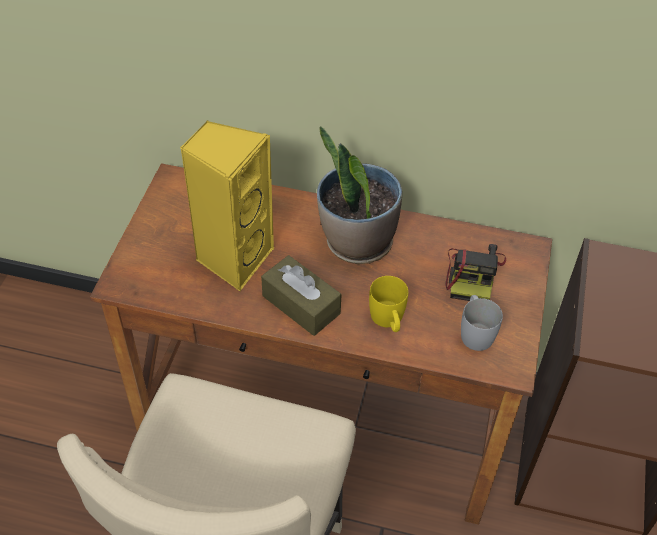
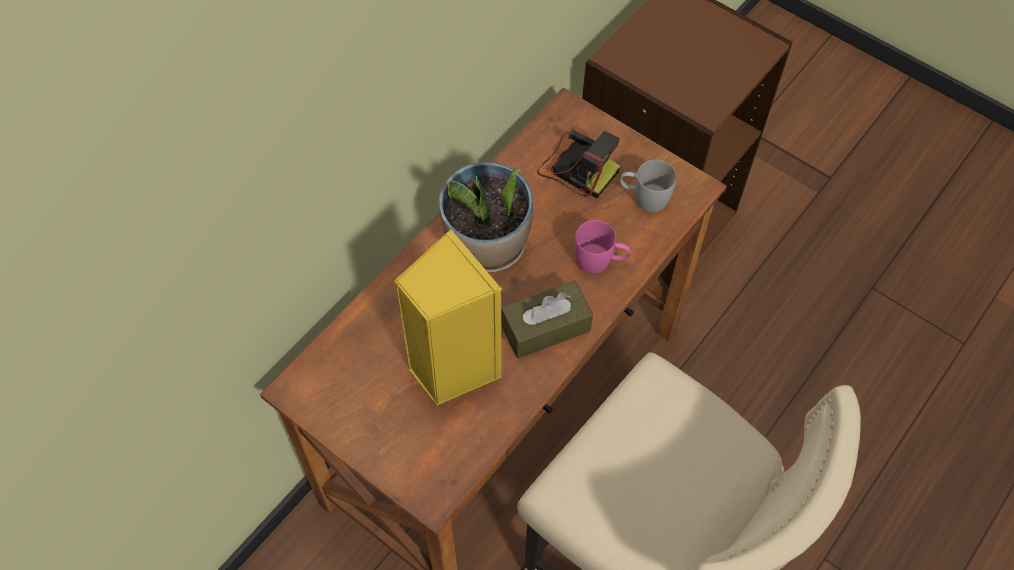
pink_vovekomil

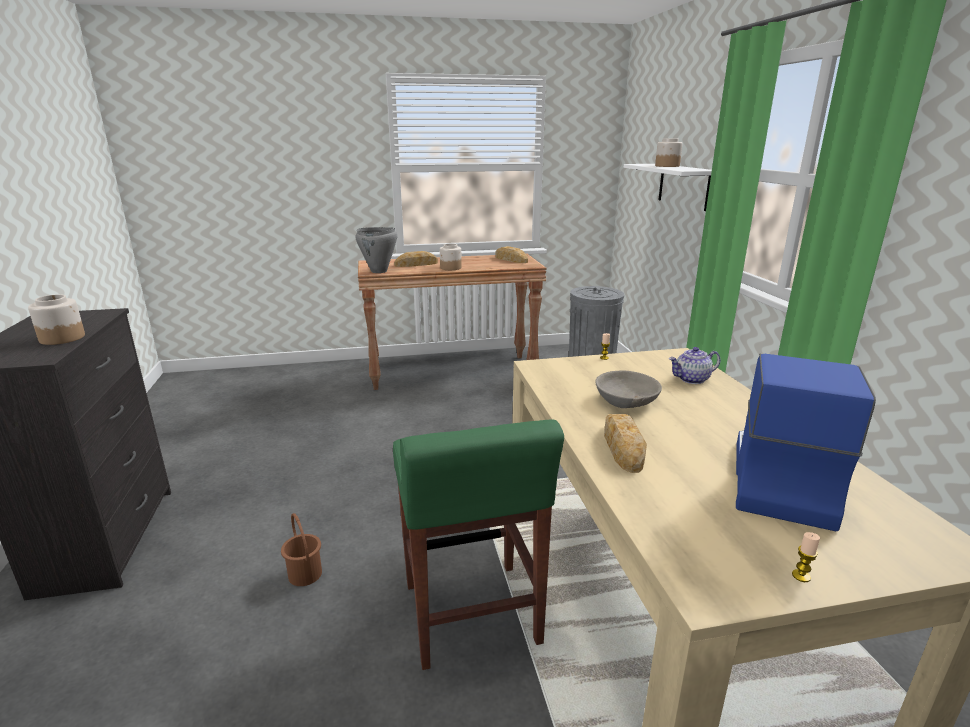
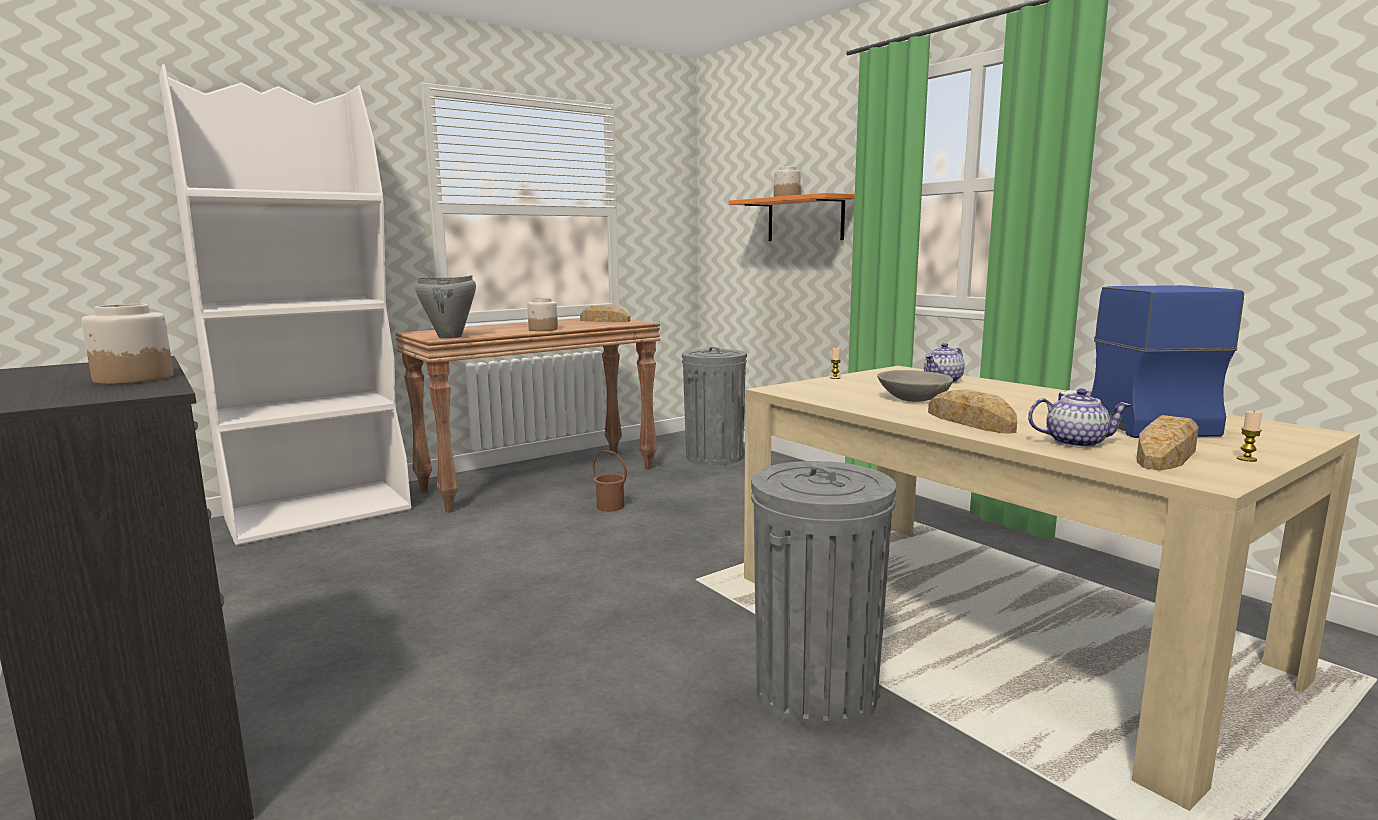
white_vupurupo
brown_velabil
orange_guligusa
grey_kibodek (no. 2 from left)
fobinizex (no. 2 from left)
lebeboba (no. 3 from left)

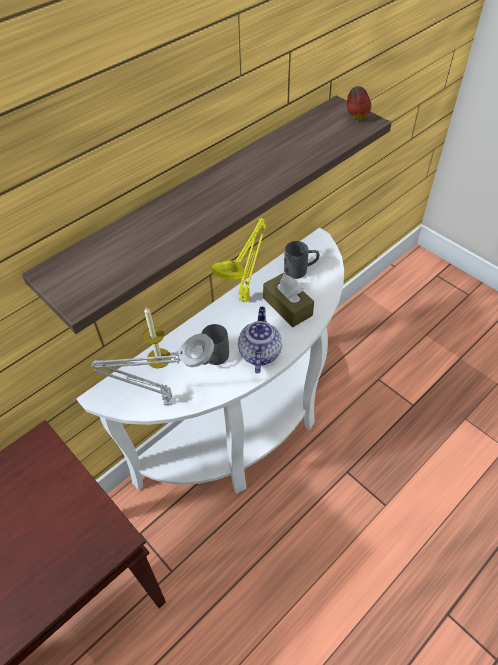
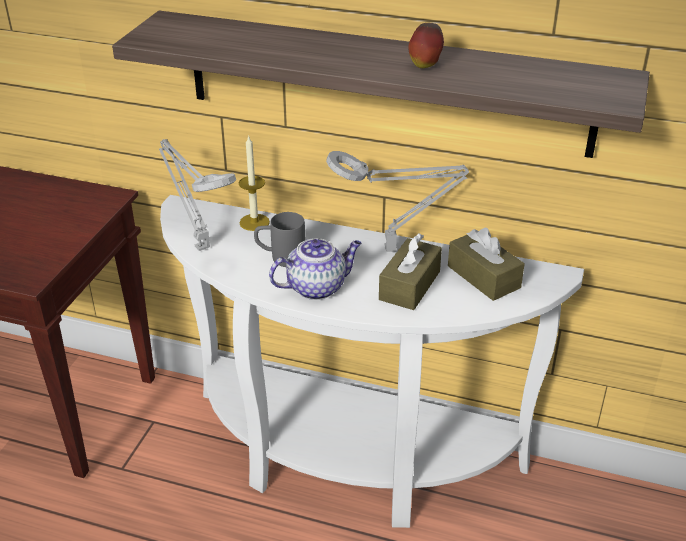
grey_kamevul (no. 2 from left)
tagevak
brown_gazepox (no. 2 from left)

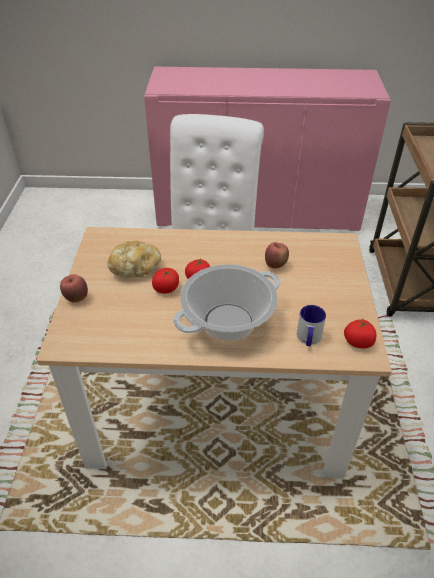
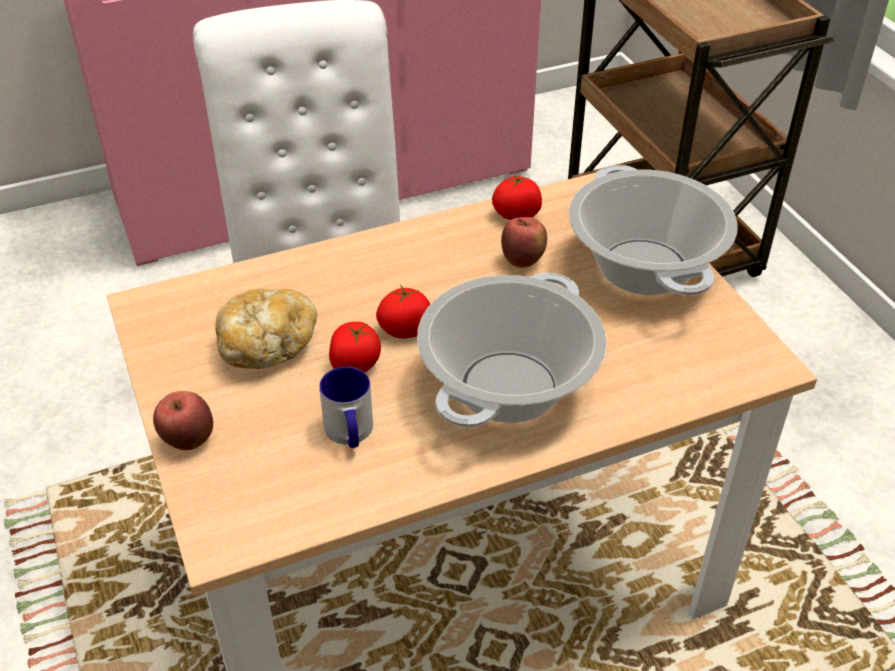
vovekomil
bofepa (no. 3 from left)
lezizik (no. 2 from left)

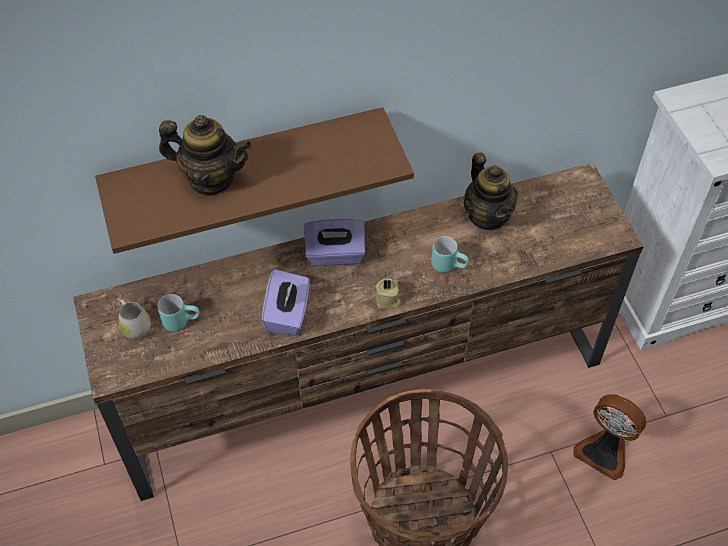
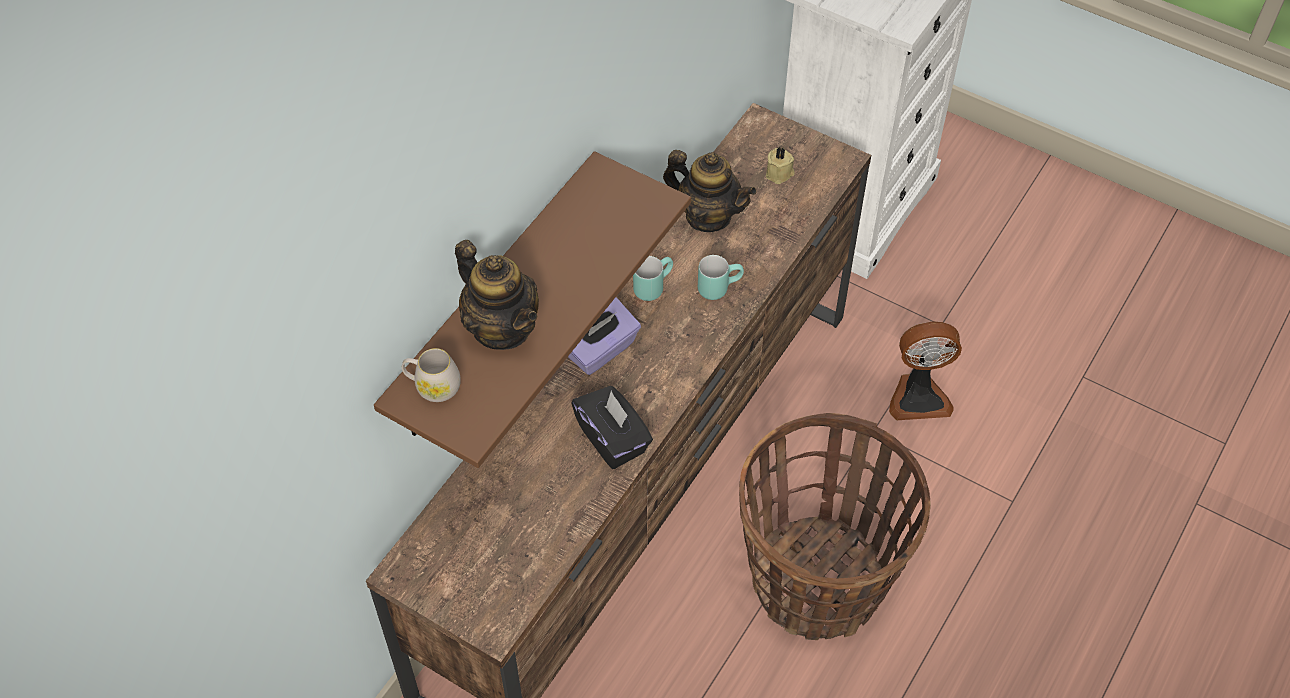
white_vovekomil
fobinizex (no. 1 from left)
black_gazepox
turquoise_vovekomil (no. 1 from left)
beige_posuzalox

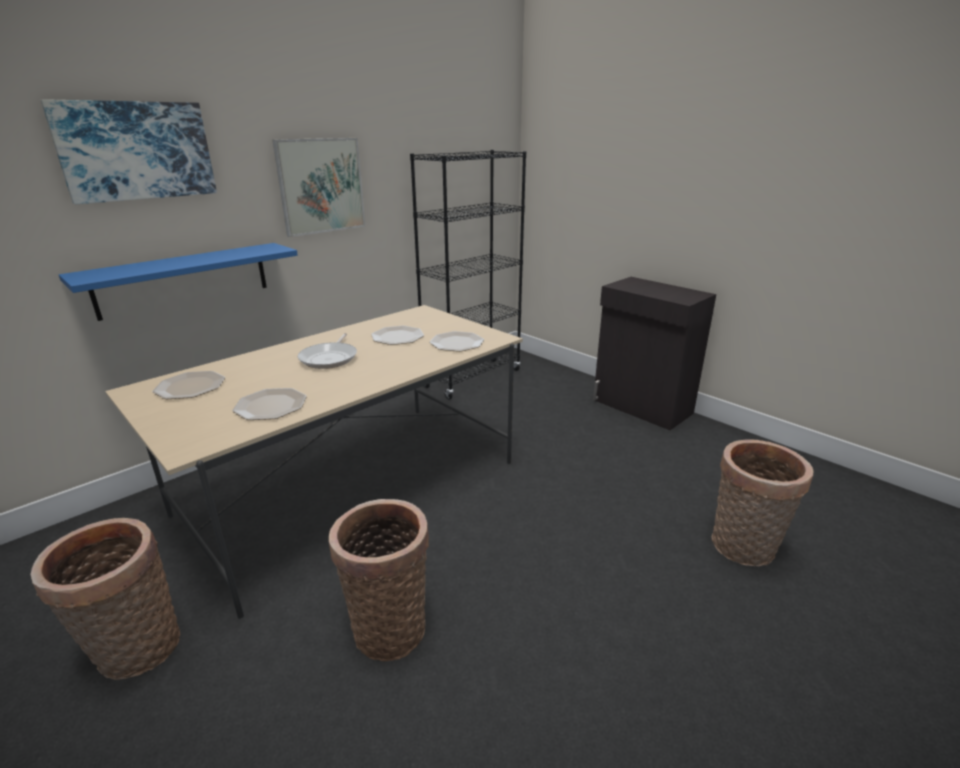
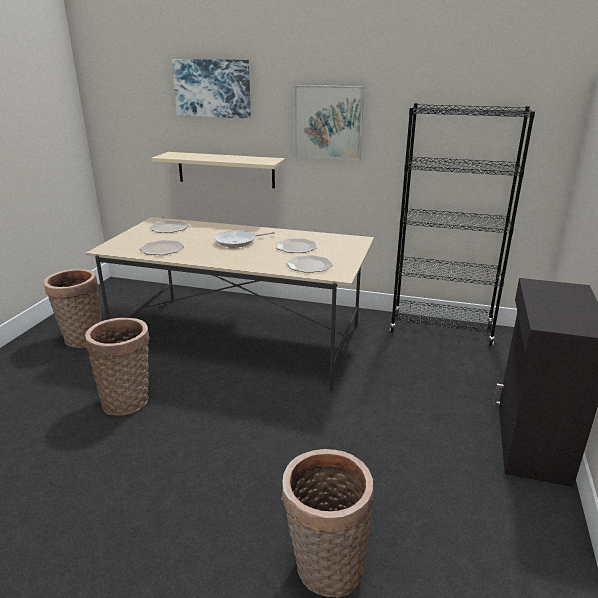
beige_guligusa

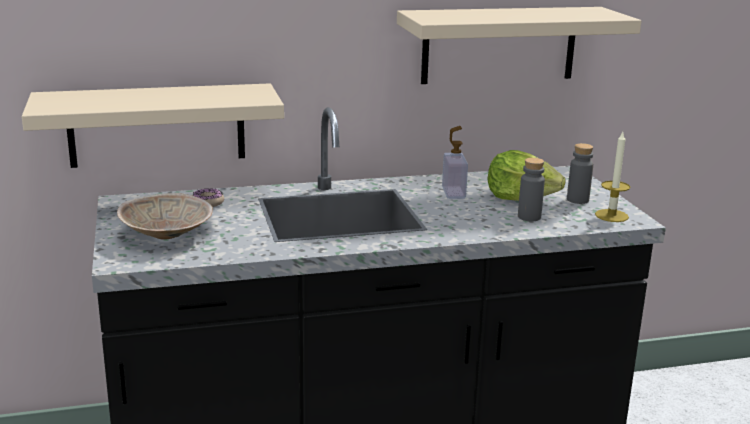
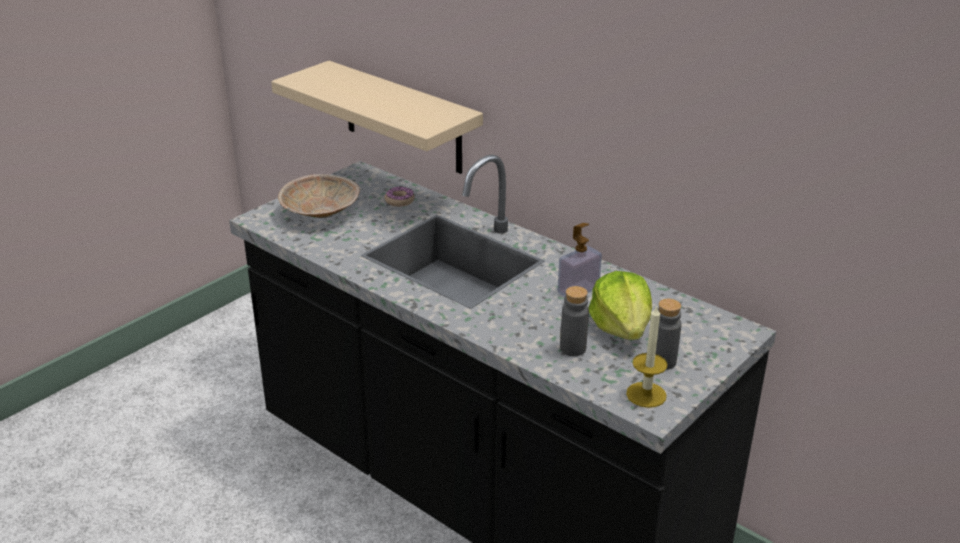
beige_guligusa (no. 2 from left in the first image)

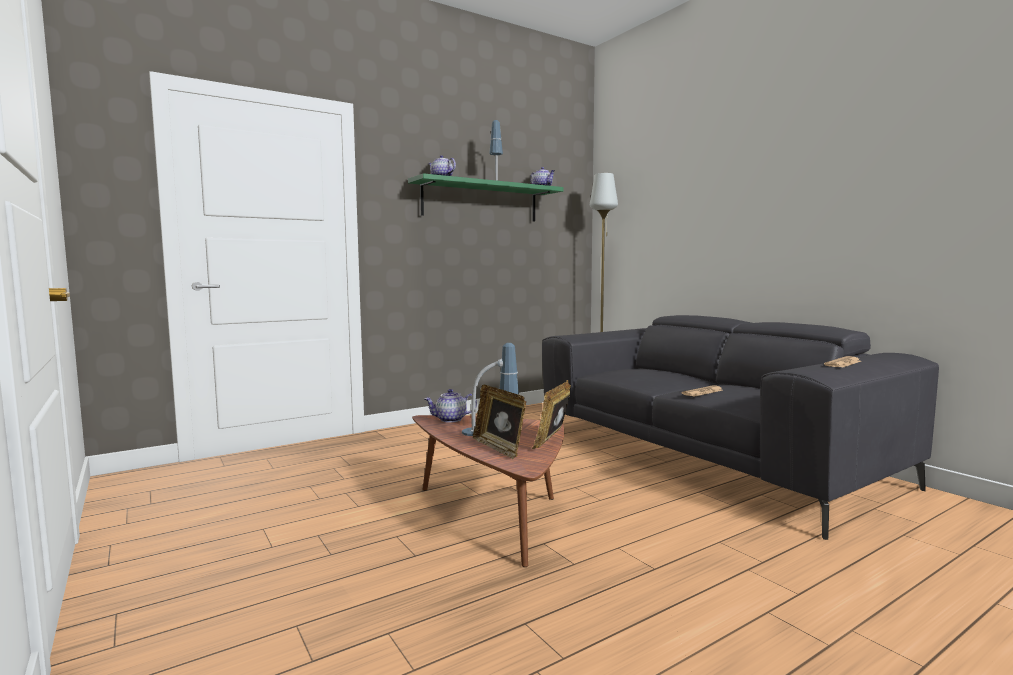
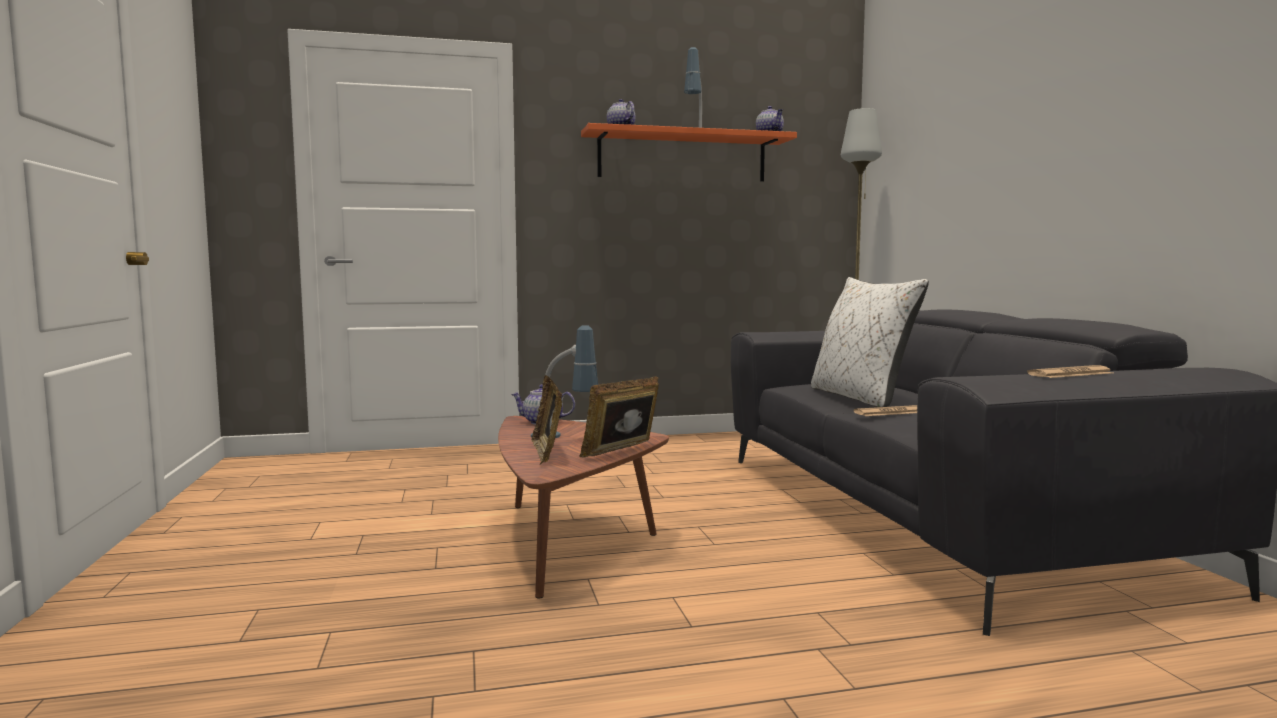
orange_guligusa
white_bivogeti

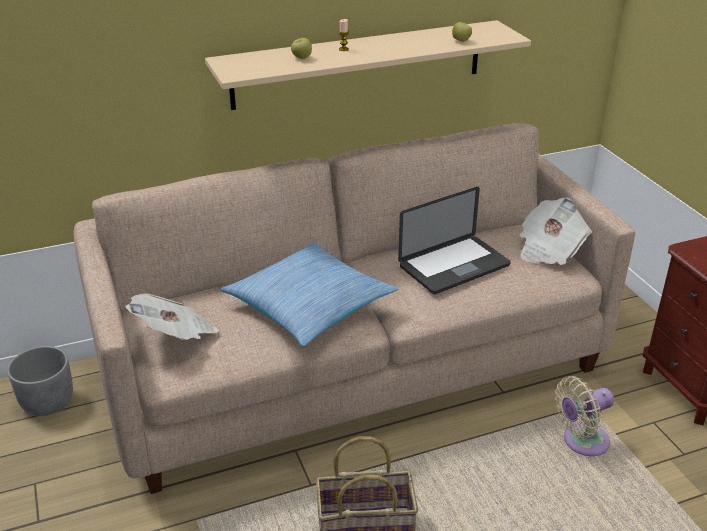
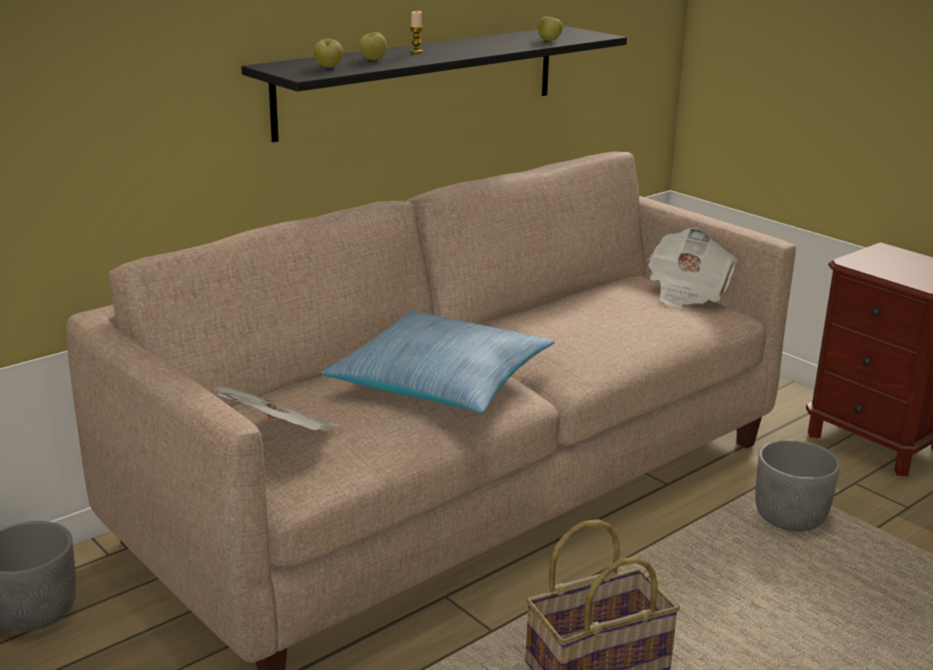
black_guligusa
tagevak (no. 1 from left)
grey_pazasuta (no. 2 from left)
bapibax

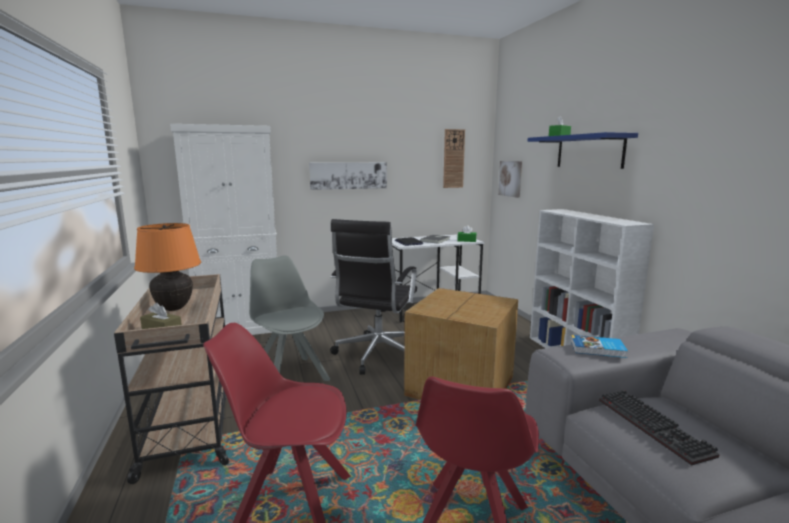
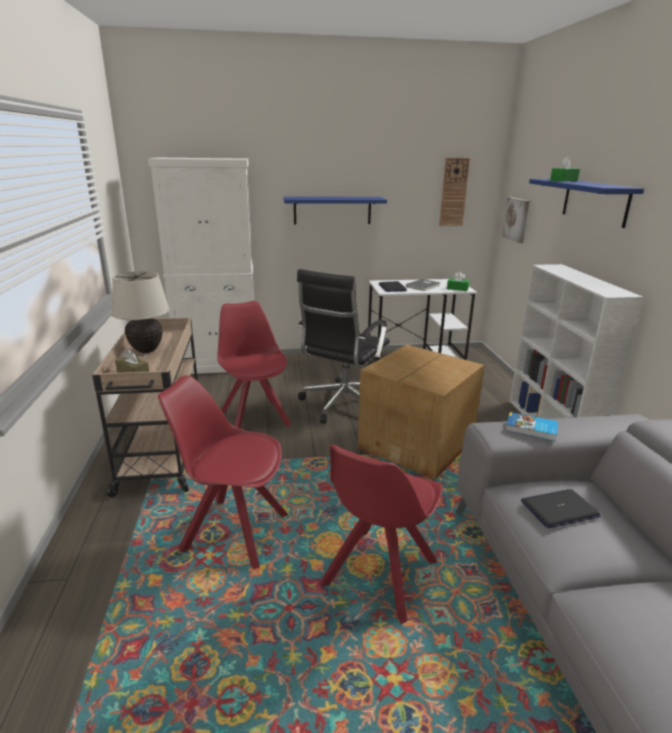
beige_kamevul
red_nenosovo (no. 2 from left)
blue_guligusa (no. 1 from left)
bapibax (no. 2 from left)

